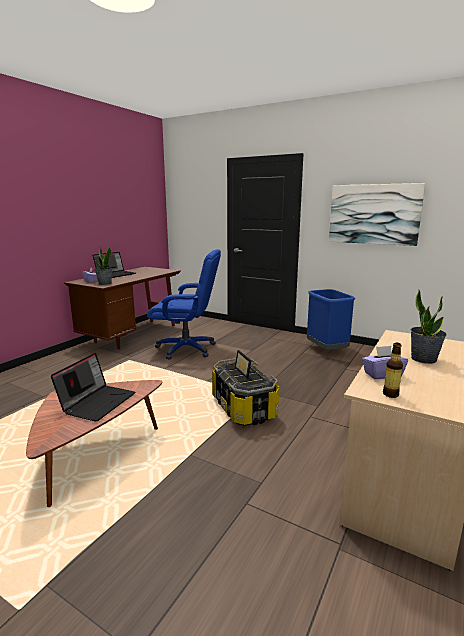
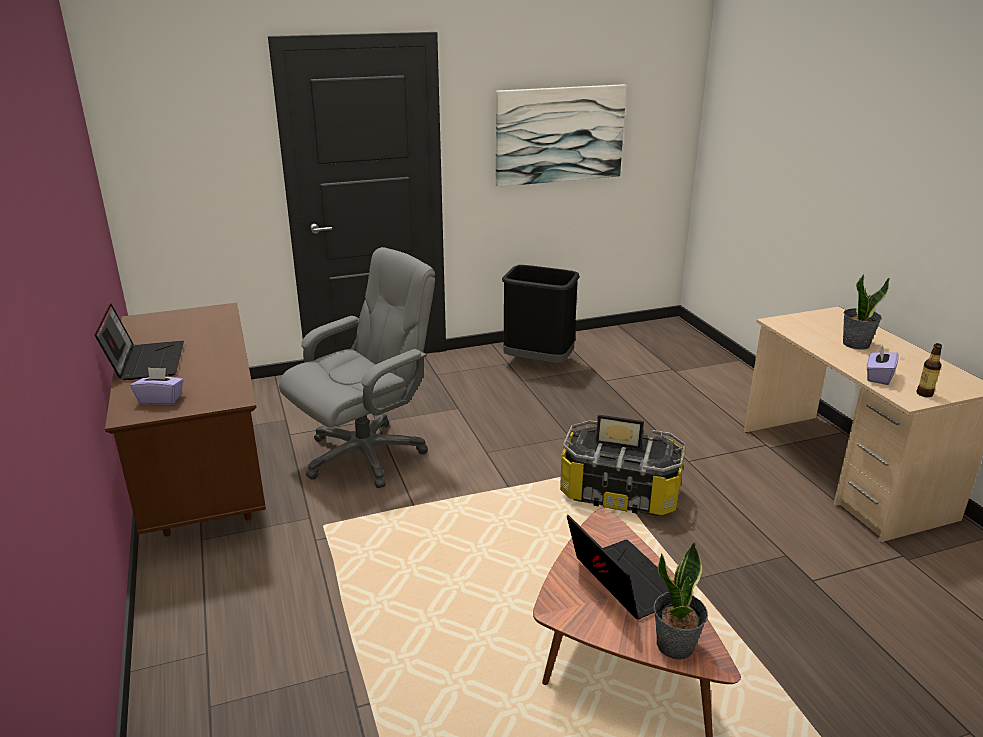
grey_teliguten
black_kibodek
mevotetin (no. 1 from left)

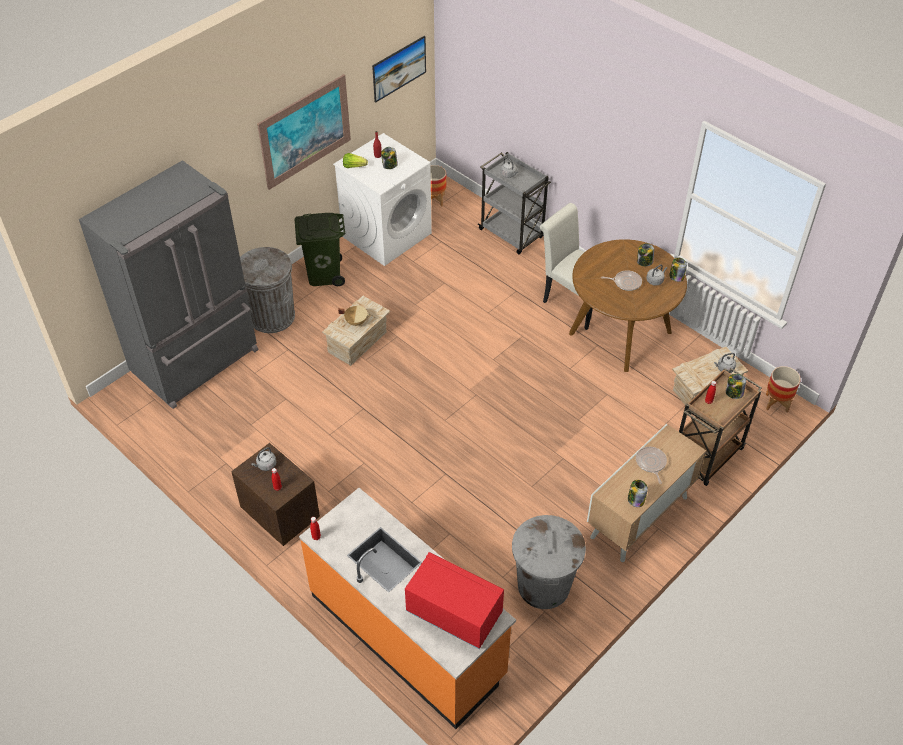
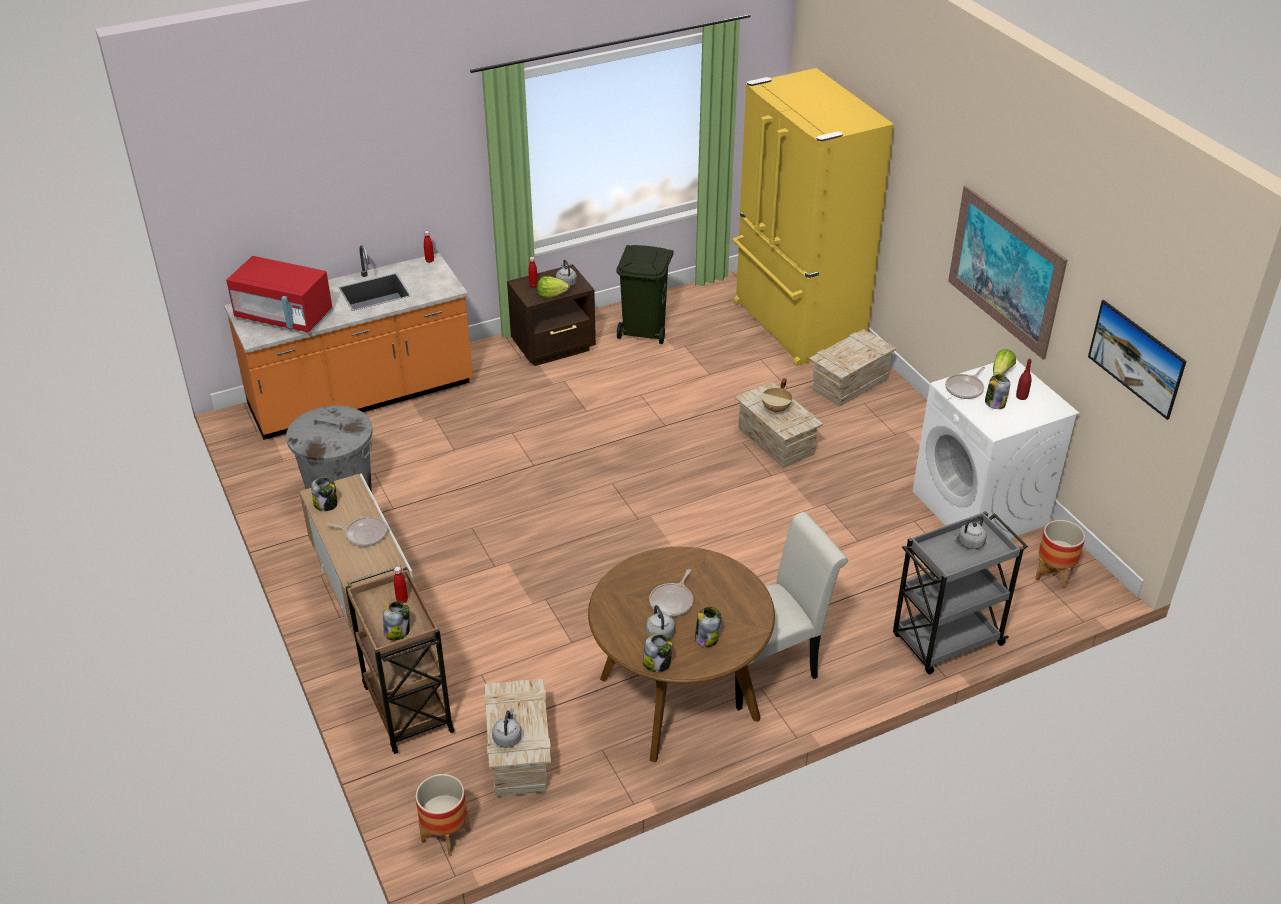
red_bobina
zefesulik (no. 1 from left)
green_kibodek
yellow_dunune
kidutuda (no. 3 from left)
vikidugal (no. 3 from left)

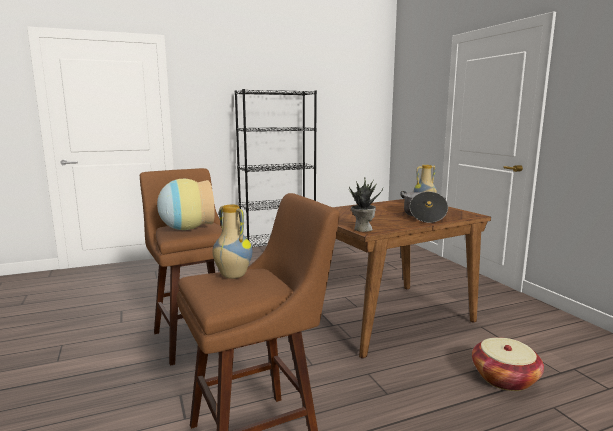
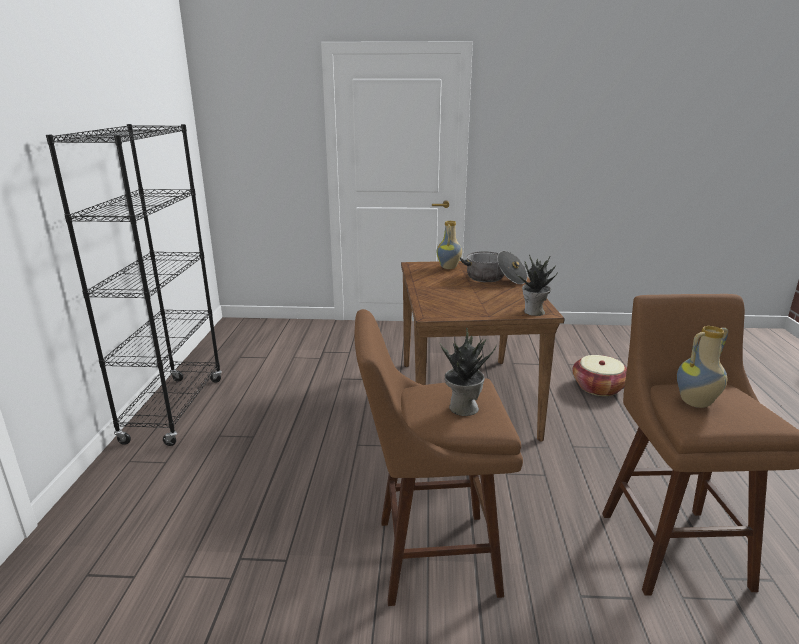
mevotetin (no. 1 from left)

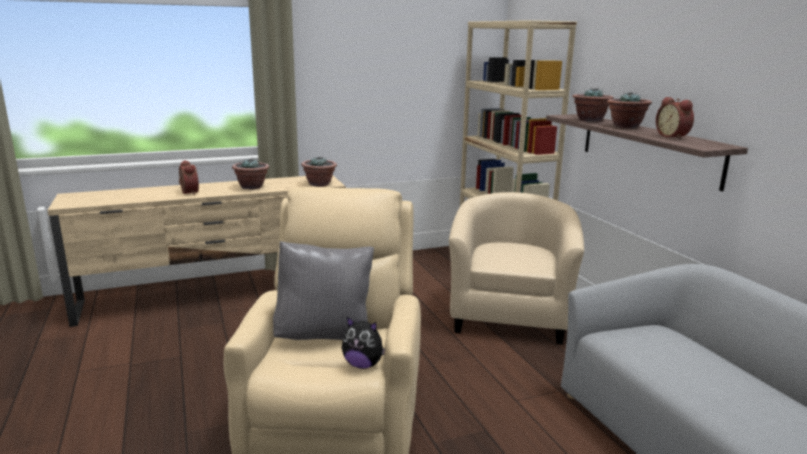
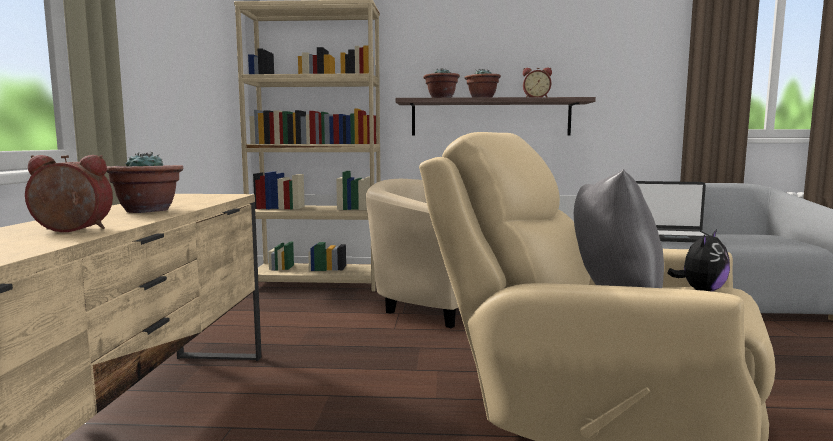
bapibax
mevotetin (no. 2 from left in the first image)

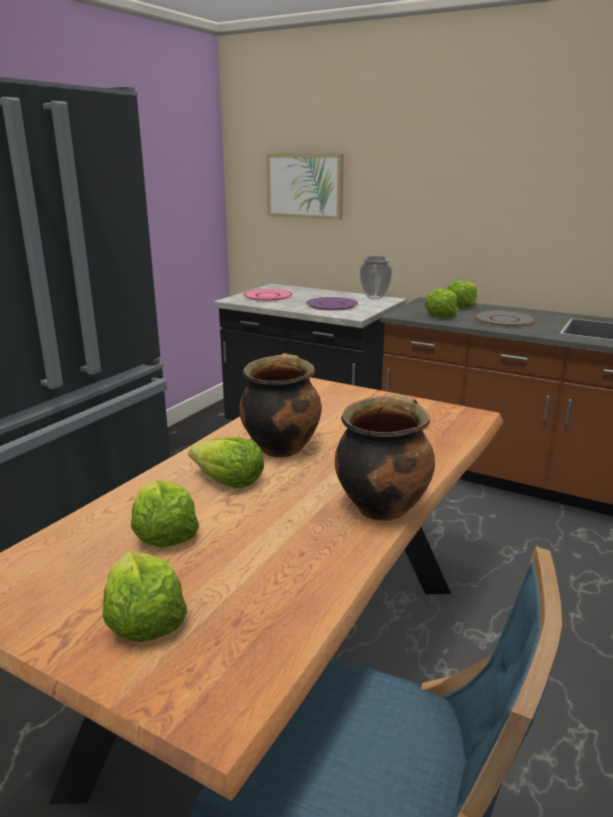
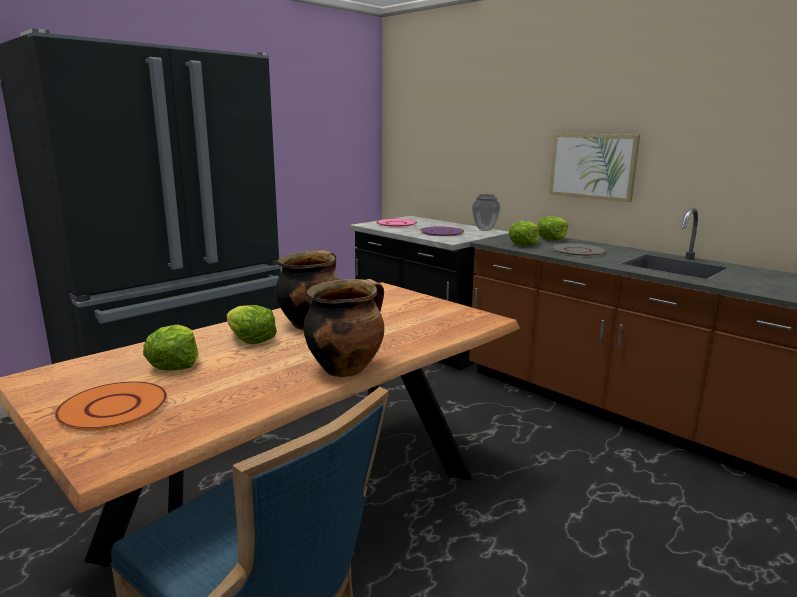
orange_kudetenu
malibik

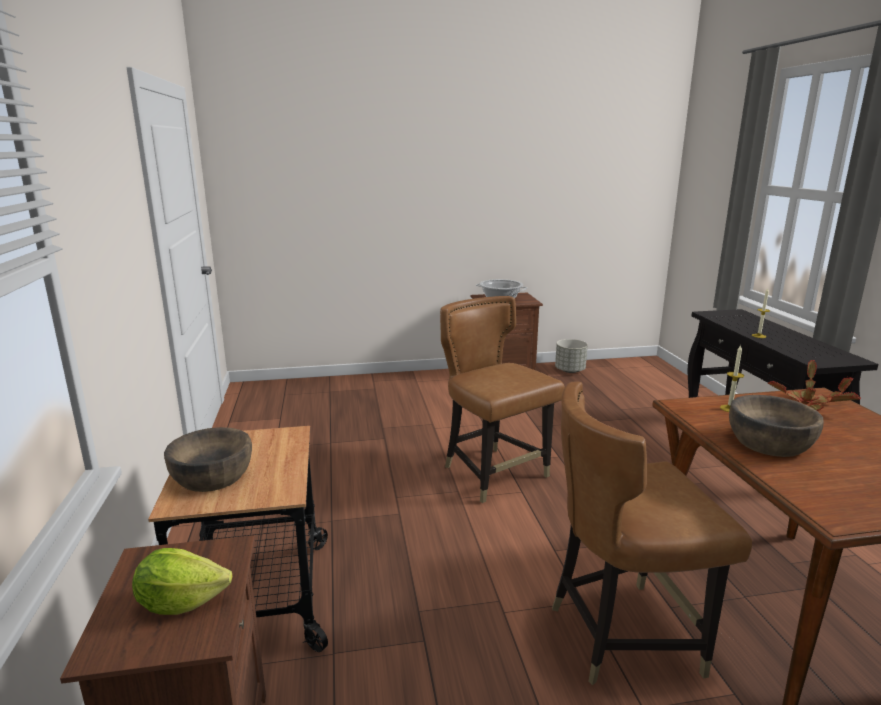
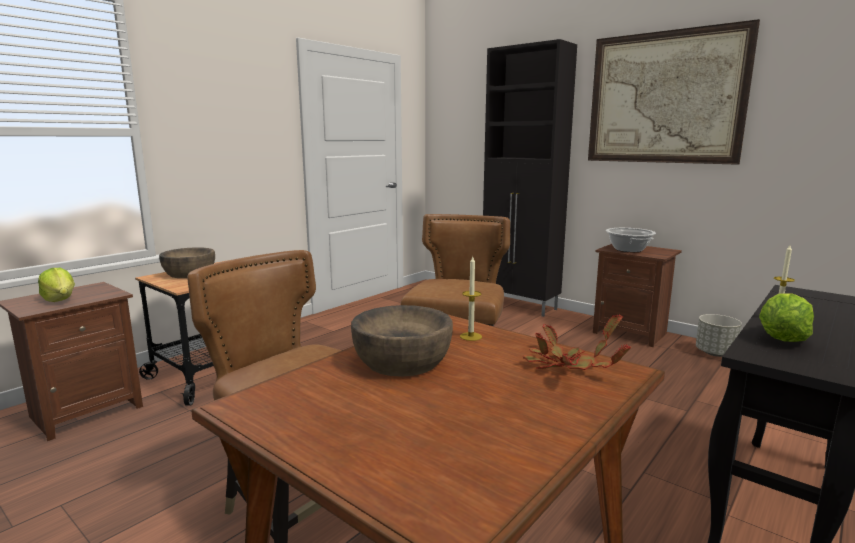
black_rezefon
malibik
zefesulik (no. 2 from left)

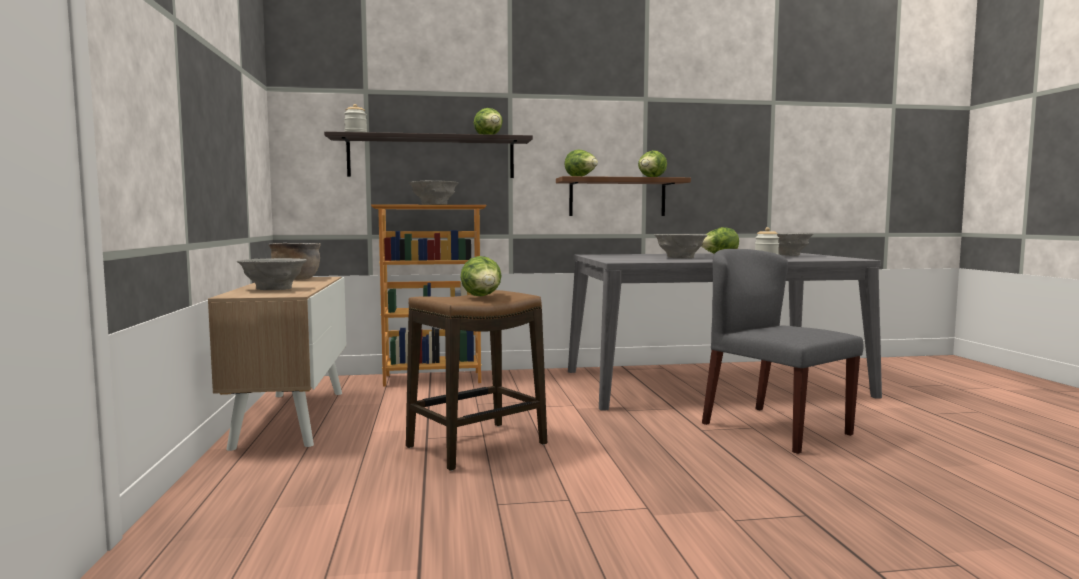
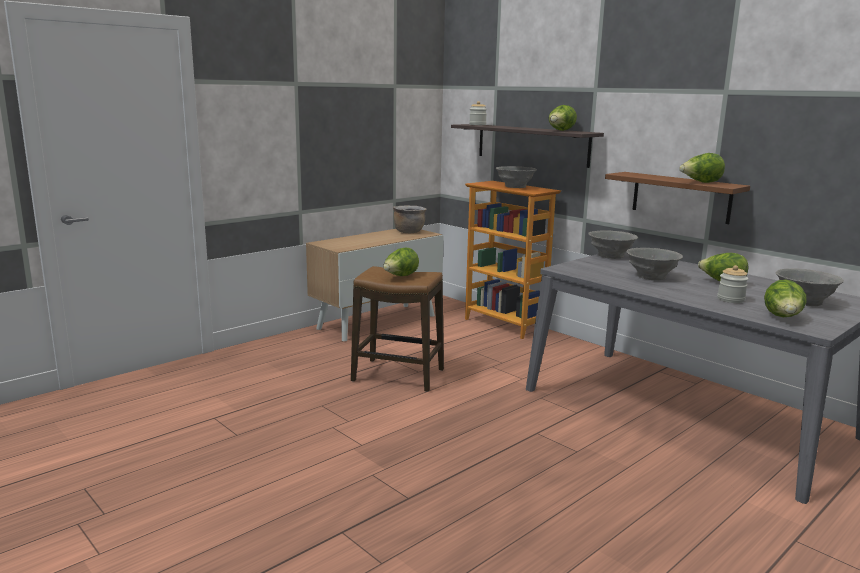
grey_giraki (no. 2 from left)
zefesulik (no. 5 from left)
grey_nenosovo

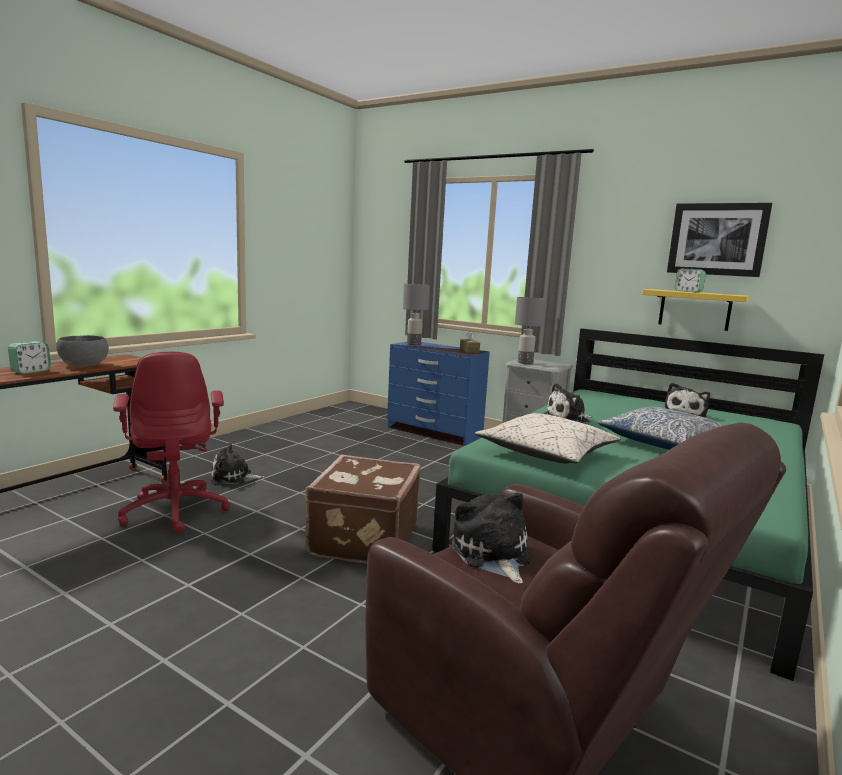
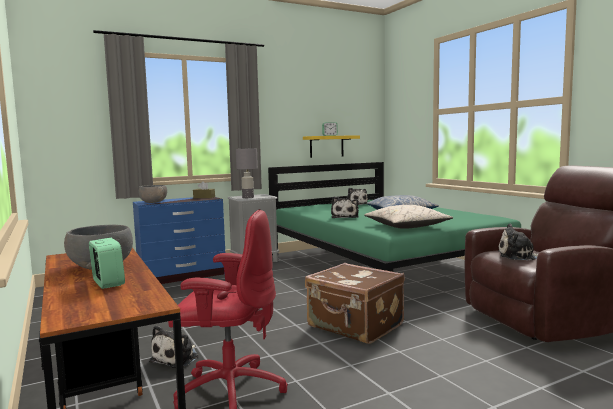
grey_giraki (no. 2 from left)
malibik

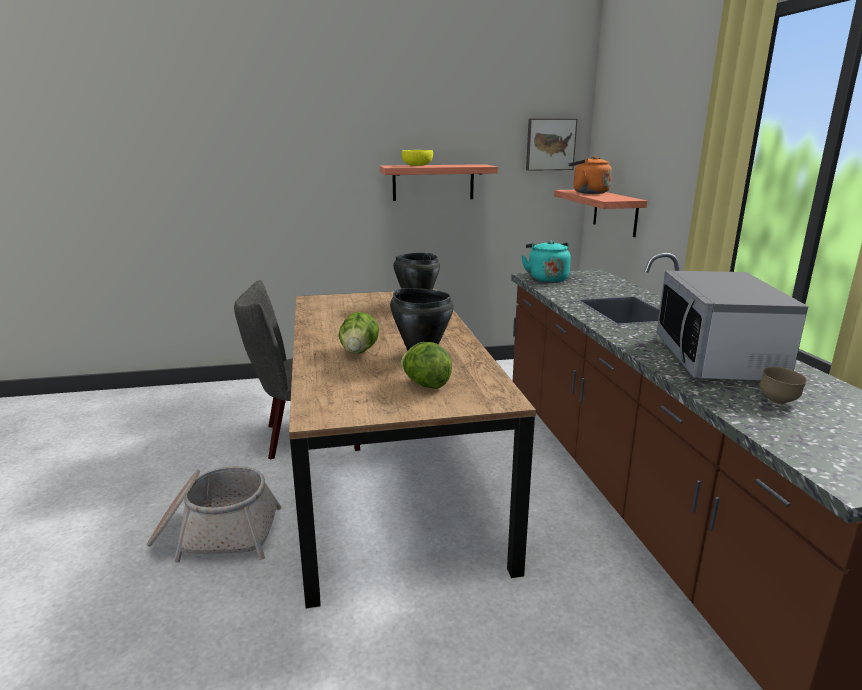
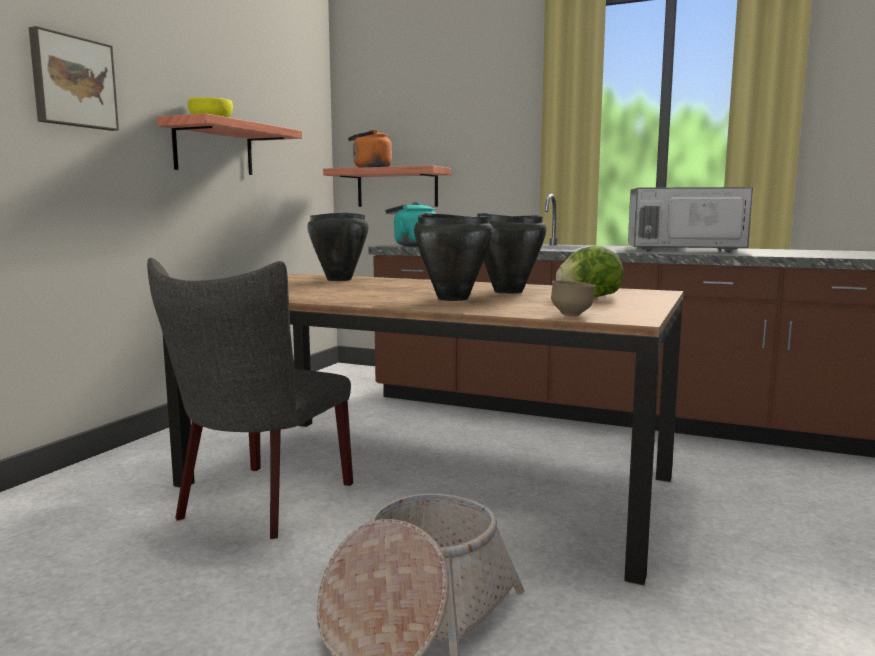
malibik
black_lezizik (no. 2 from left)
brown_giraki
bobina

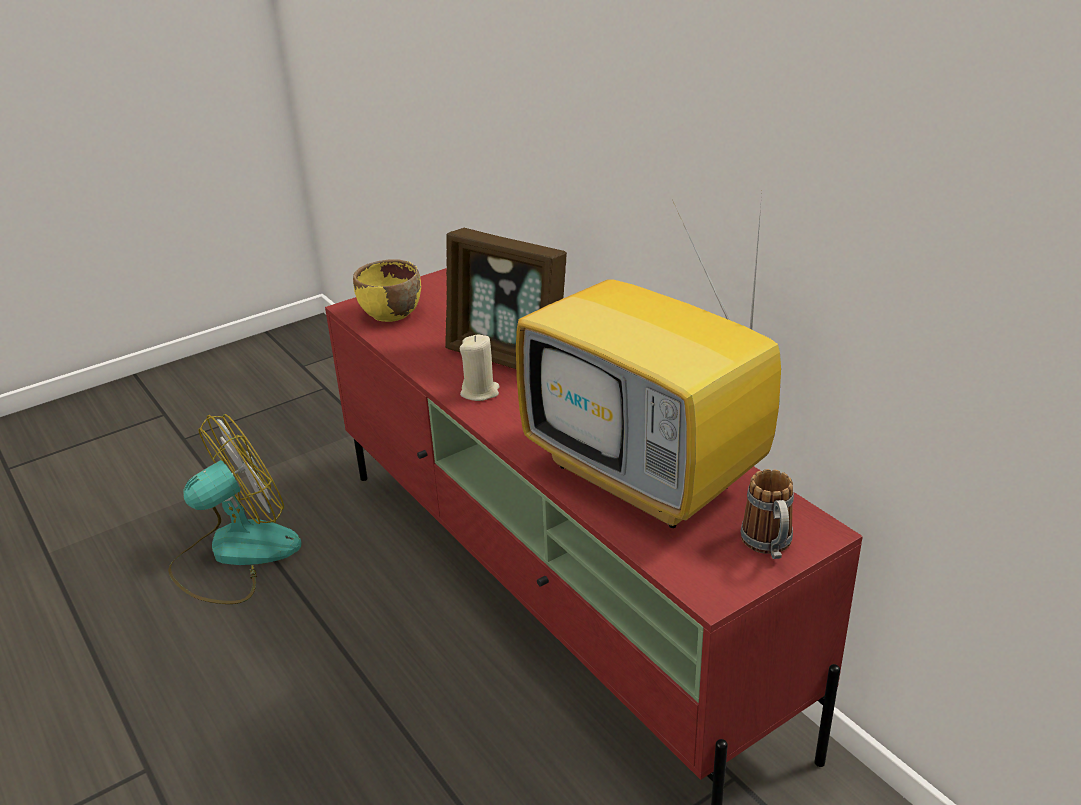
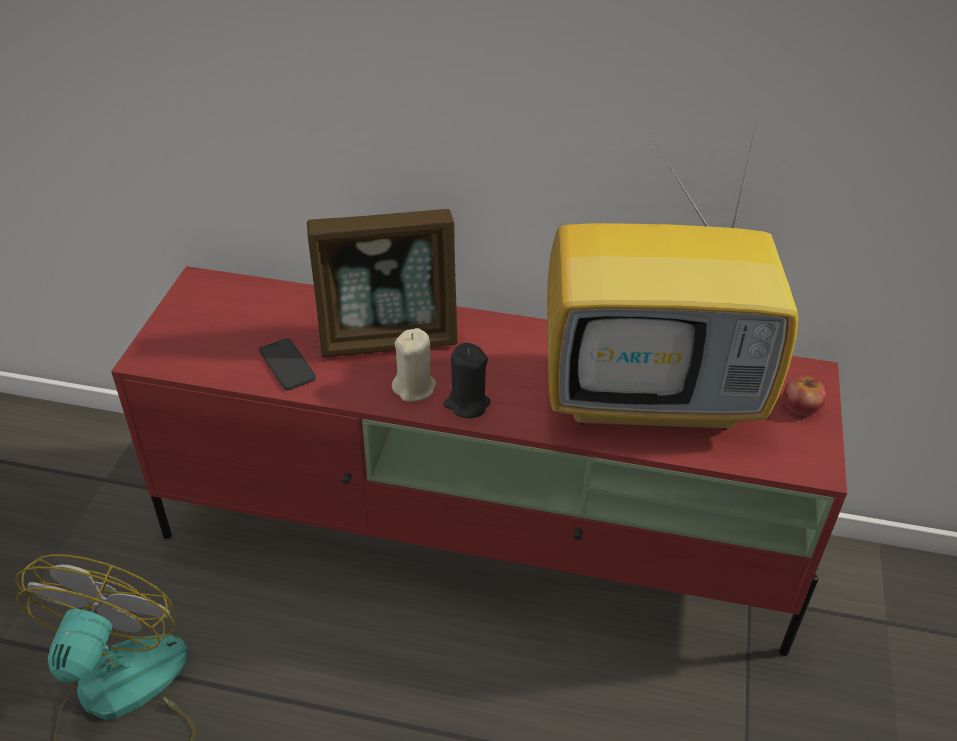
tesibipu
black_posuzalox
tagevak
yellow_giraki

